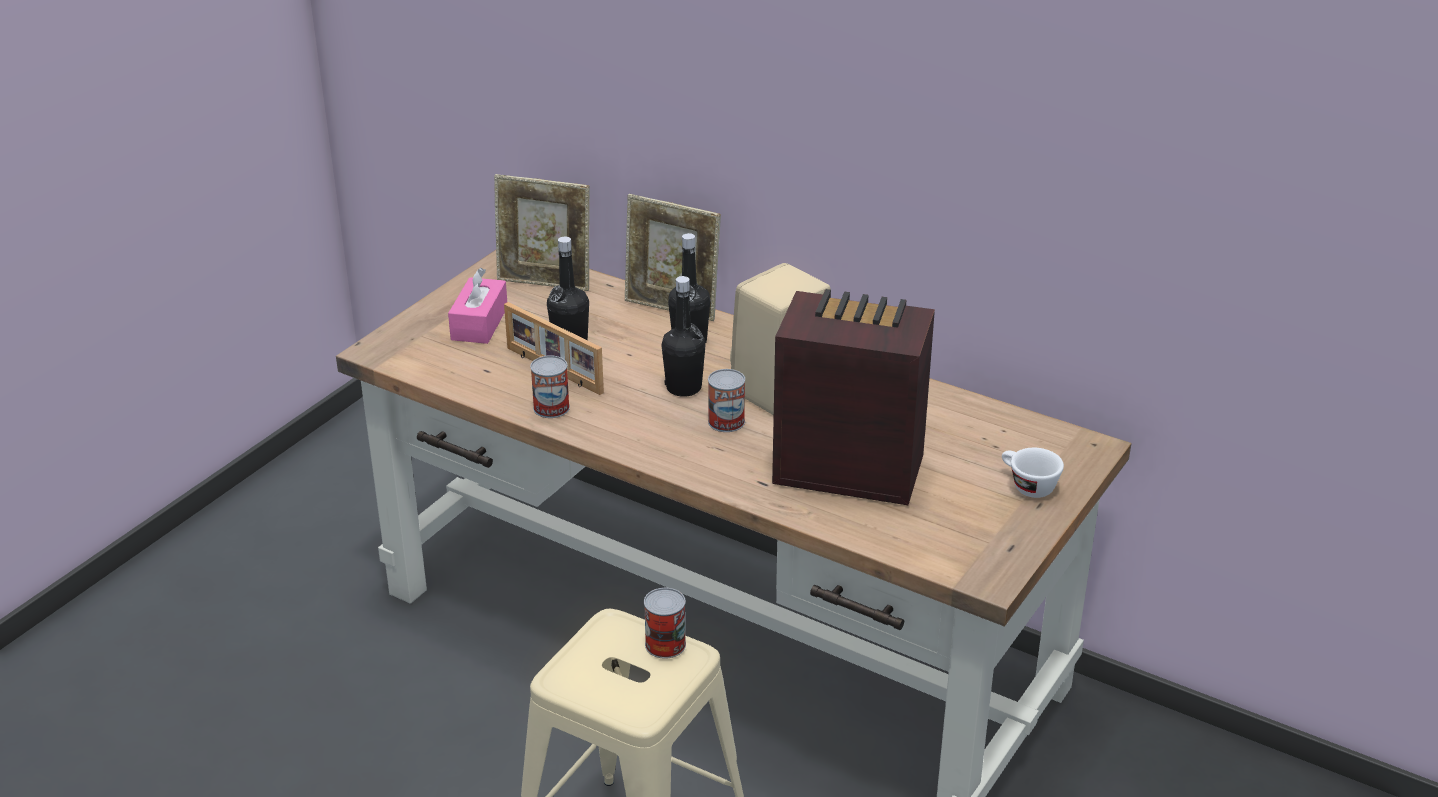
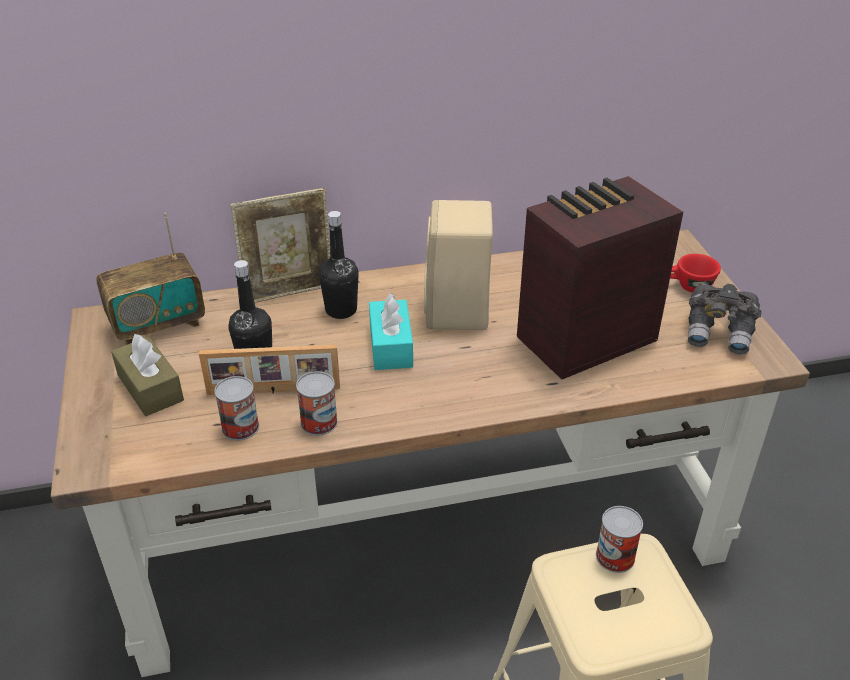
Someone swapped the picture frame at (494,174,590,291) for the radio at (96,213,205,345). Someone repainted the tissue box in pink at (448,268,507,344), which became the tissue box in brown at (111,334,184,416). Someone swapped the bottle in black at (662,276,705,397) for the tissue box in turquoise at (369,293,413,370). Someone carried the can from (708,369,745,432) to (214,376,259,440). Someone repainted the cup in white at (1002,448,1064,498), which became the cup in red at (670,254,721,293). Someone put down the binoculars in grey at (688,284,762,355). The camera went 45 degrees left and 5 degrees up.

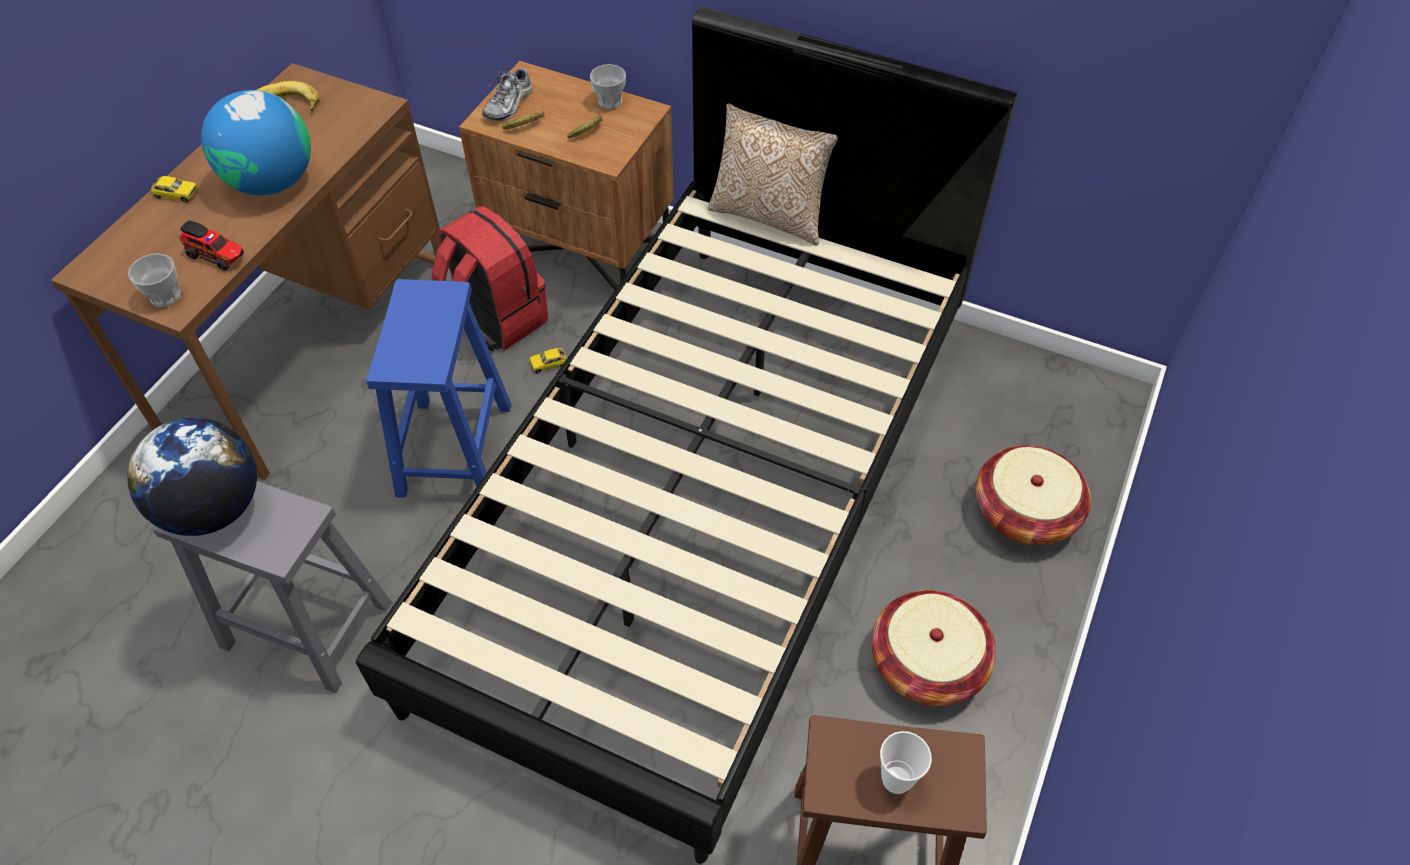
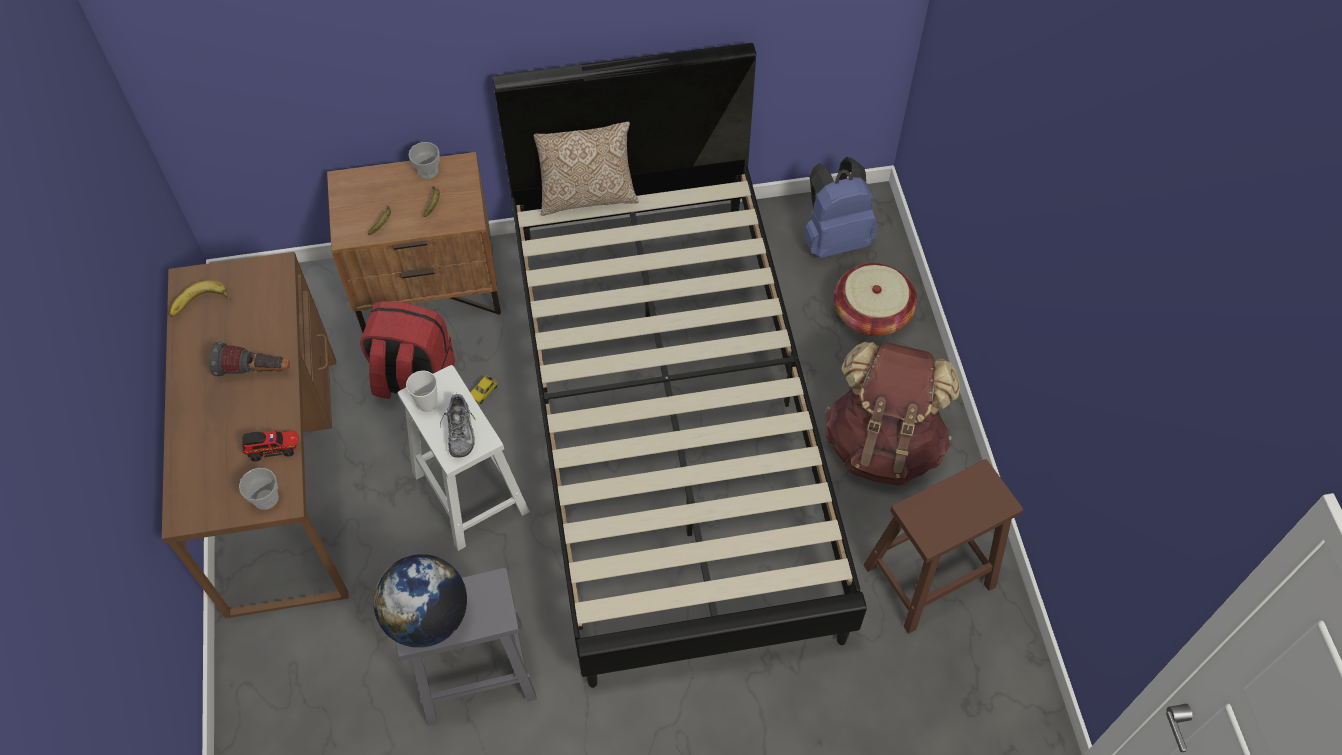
Someone carried the shoe from (482,66,532,121) to (440,394,476,458). Someone swapped the globe at (201,90,311,195) for the flashlight at (209,342,290,377). Someone took away the toy car at (151,176,198,203). Someone repainted the stool in blue at (367,279,511,498), which became the stool in white at (398,365,530,551). Someone swapped the basket at (872,590,996,706) for the backpack in brown at (824,342,960,486). Someone carried the cup from (880,731,932,794) to (406,371,437,412). Someone put down the backpack in blue at (804,156,878,259). The camera went 35 degrees left and 5 degrees up.

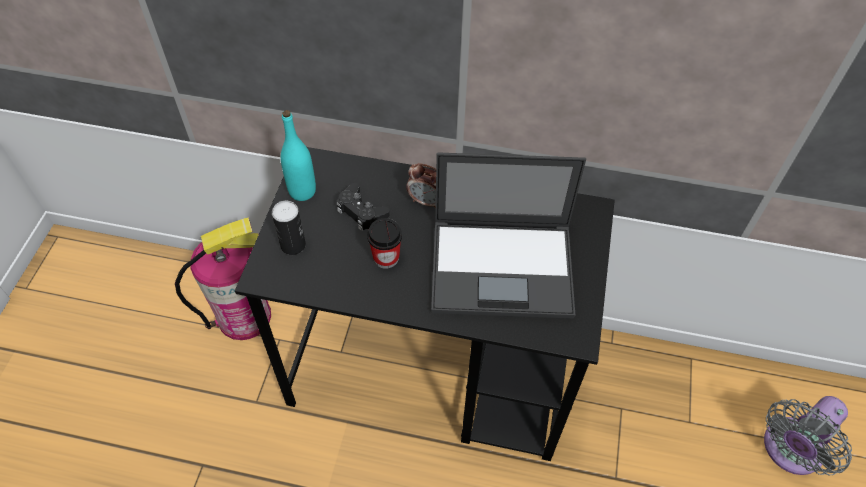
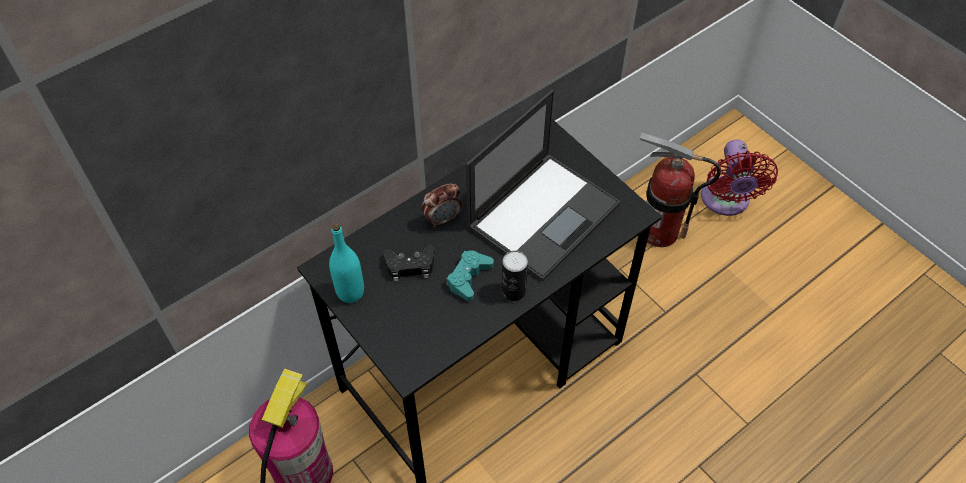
Someone carried the can from (272,201,306,255) to (502,251,528,301). Someone swapped the cup at (367,218,402,269) for the game controller in turquoise at (446,250,494,301). Someone repainted the fan in grey at (764,396,852,475), which became the fan in red at (701,139,778,216). Someone put down the fire extinguisher at (640,132,721,247). The camera went 50 degrees left and 0 degrees up.

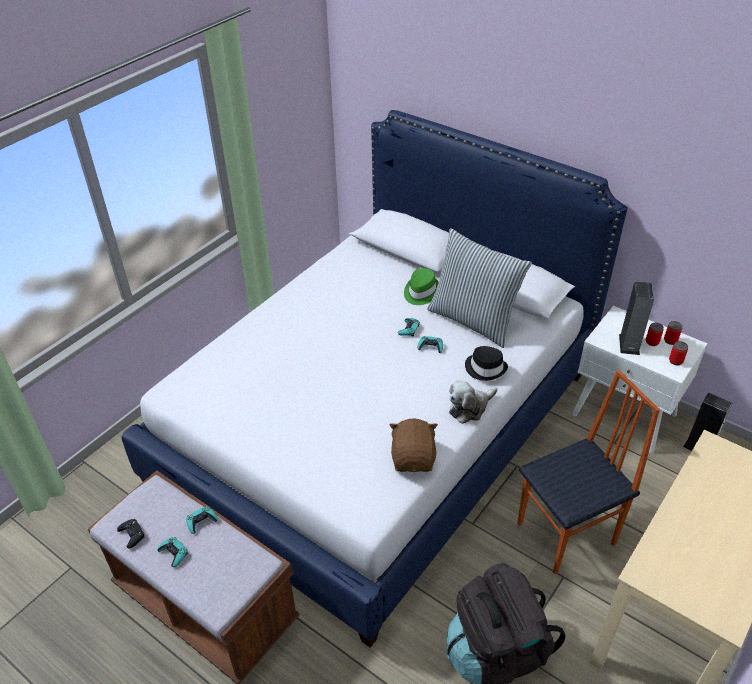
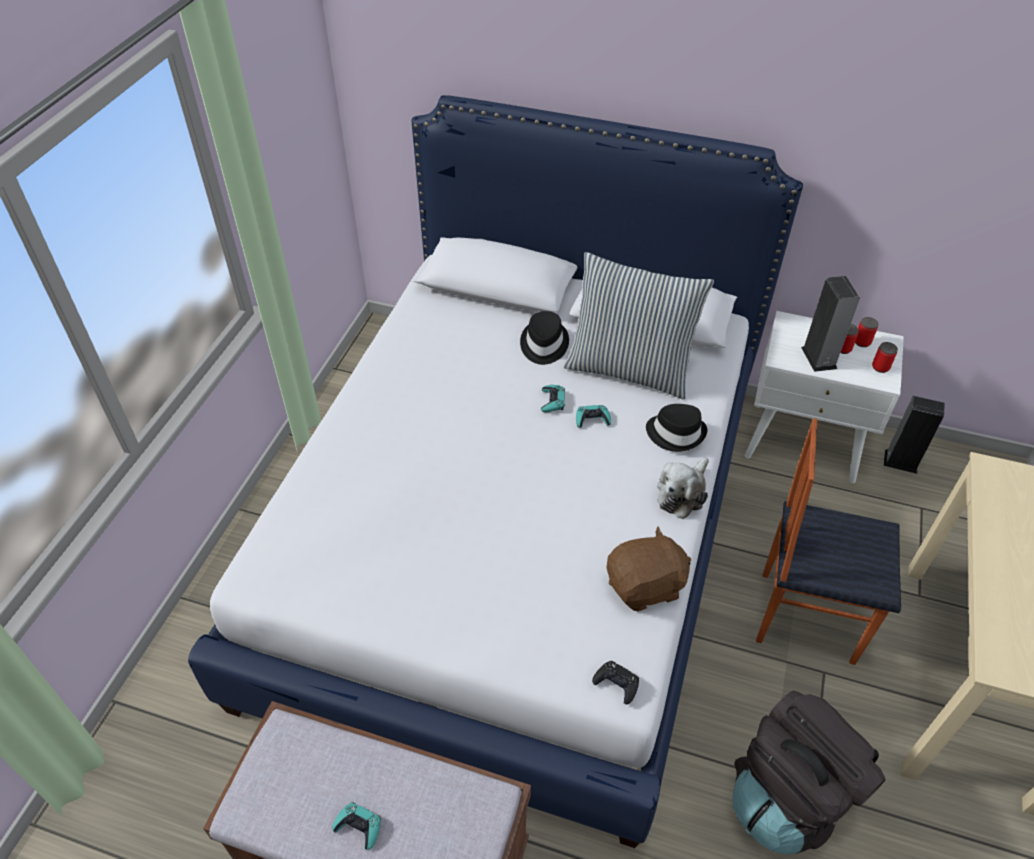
Someone repainted the hat in green at (404,268,439,305), which became the hat in black at (520,311,569,365). Someone rotated the chair at (517,370,660,574) by 120 degrees counterclockwise. Someone rotated the plush toy in brown at (389,418,438,472) by 90 degrees clockwise. Someone took away the game controller in turquoise at (186,506,218,534). Someone carried the game controller in black from (117,519,145,549) to (592,661,639,704). The camera went 20 degrees left and 5 degrees up.

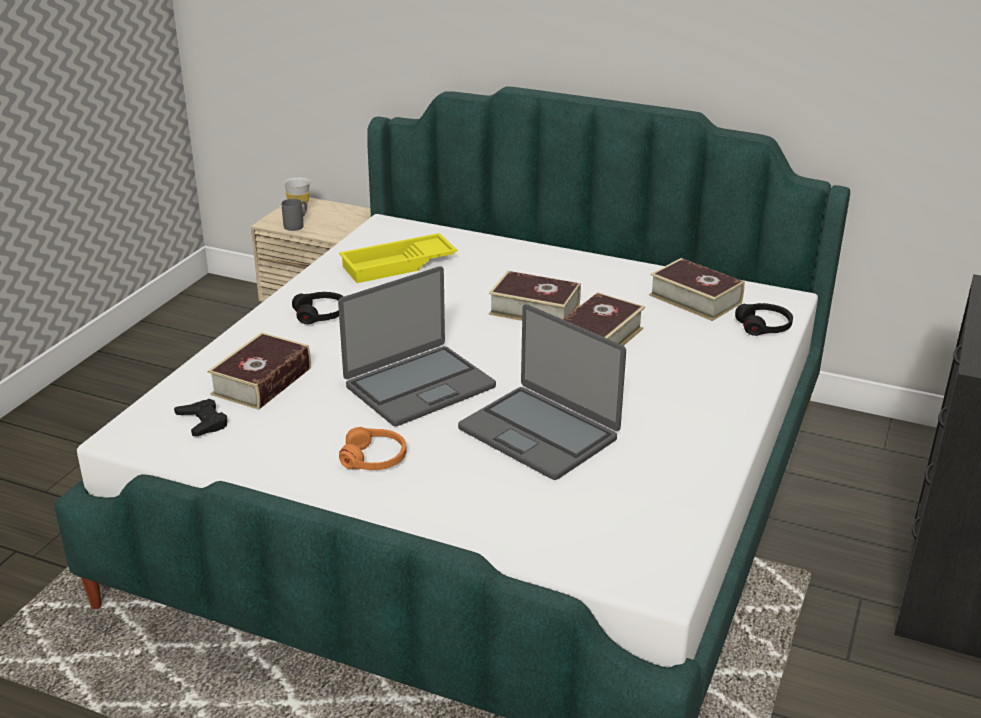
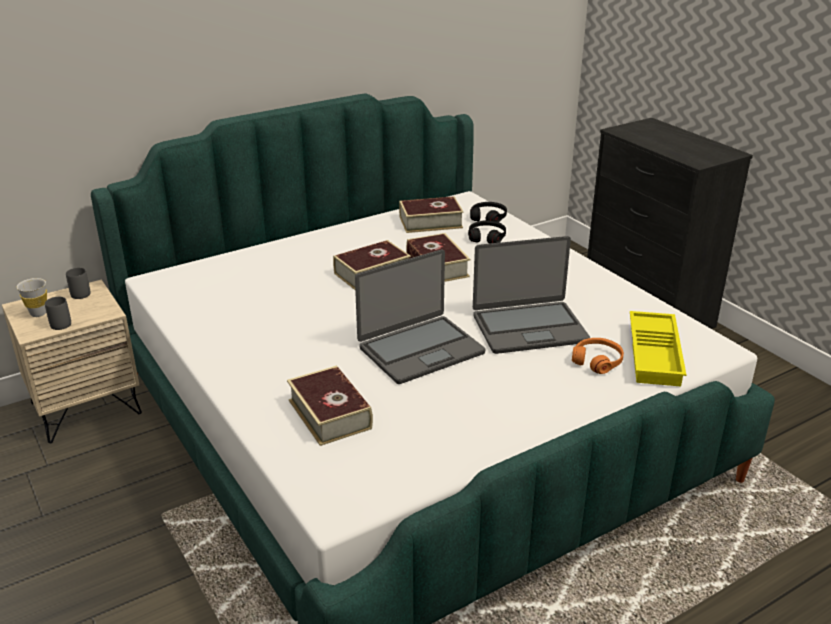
Someone carried the tray in yellow from (339,233,458,283) to (630,311,686,387). Someone rotated the laptop at (338,266,496,427) by 60 degrees clockwise. Someone carried the headphones in black from (292,292,344,324) to (468,220,506,244). Someone took away the game controller in black at (174,399,228,436). Someone carried the headphones in orange from (339,427,407,470) to (572,338,624,374). Someone put down the mug in grey at (66,268,91,299). The camera went 55 degrees left and 0 degrees up.

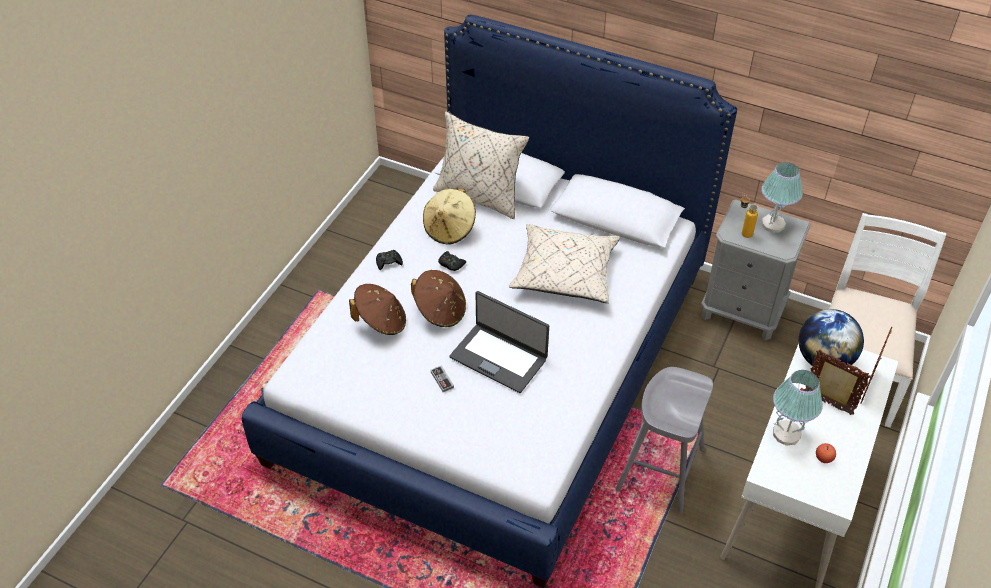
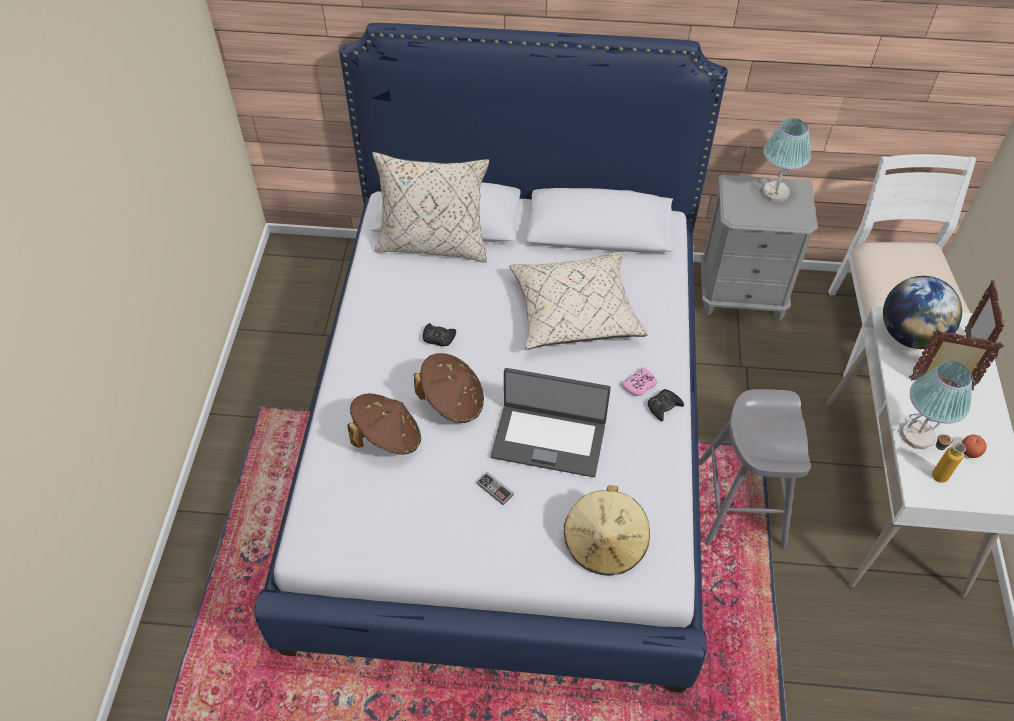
Someone carried the hat in beige from (423,188,476,245) to (564,485,650,576). Someone carried the bottle from (741,195,758,238) to (932,434,966,483). Someone carried the game controller in black from (376,250,403,270) to (648,389,684,422). Someone put down the game controller in pink at (621,368,657,396). The camera went 20 degrees left and 5 degrees up.

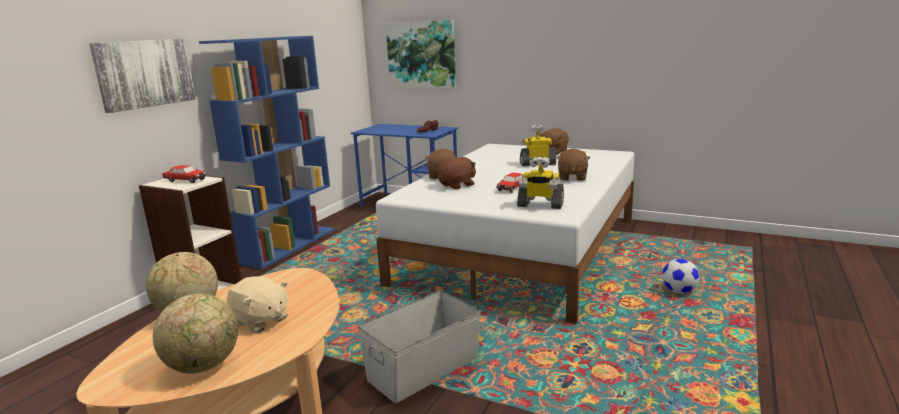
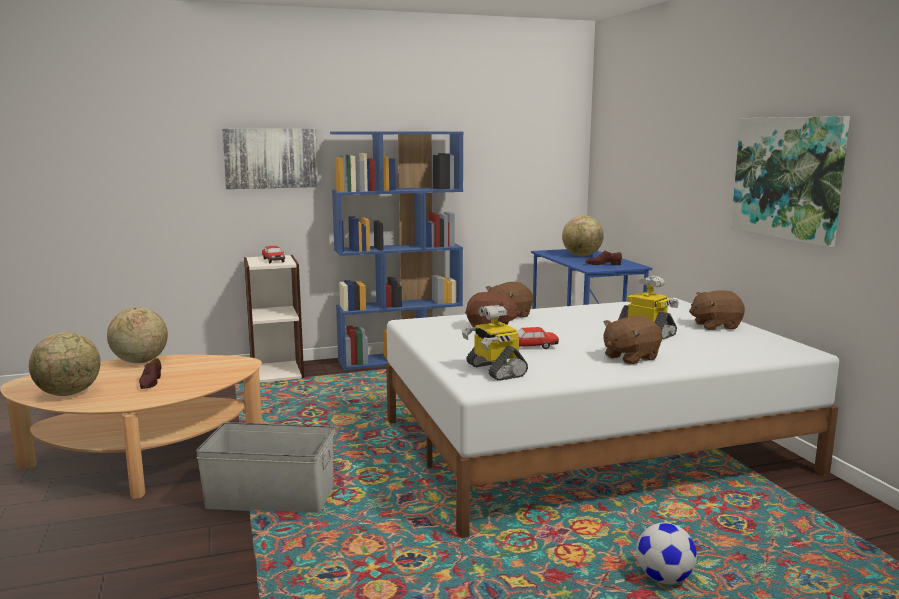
Someone carried the picture from (386,20,456,88) to (731,116,850,247). Someone swapped the plush toy in beige at (227,276,288,333) for the shoe in brown at (139,358,162,389). Someone put down the globe at (562,215,604,256). The camera went 45 degrees right and 5 degrees down.

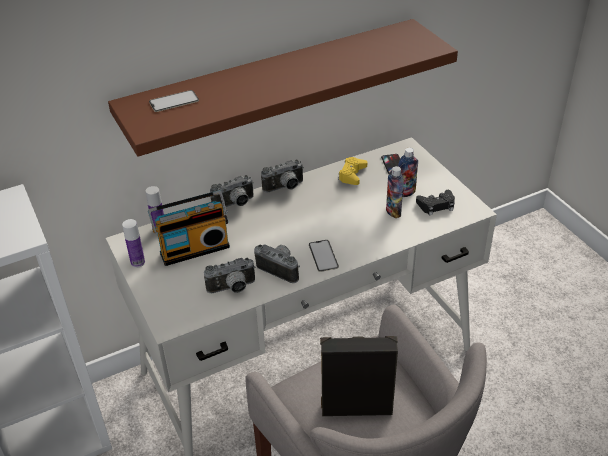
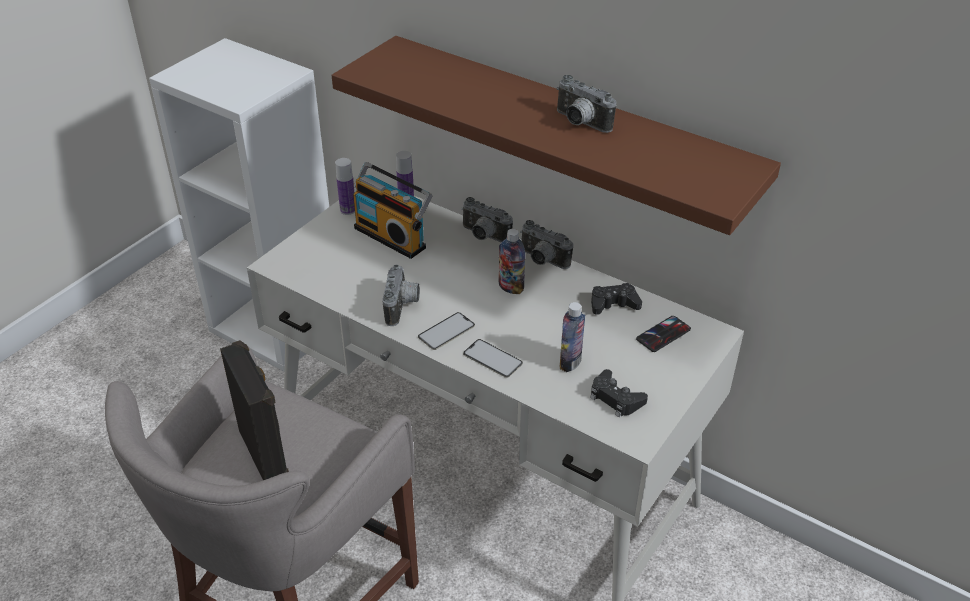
Someone carried the phone from (149,90,199,112) to (463,339,523,378). Someone carried the bottle from (398,148,418,197) to (498,229,525,294). Someone repainted the game controller in yellow at (338,157,367,185), which became the game controller in black at (591,283,642,315). Someone carried the photo camera from (204,258,255,293) to (557,75,616,133). The camera went 60 degrees right and 0 degrees up.

